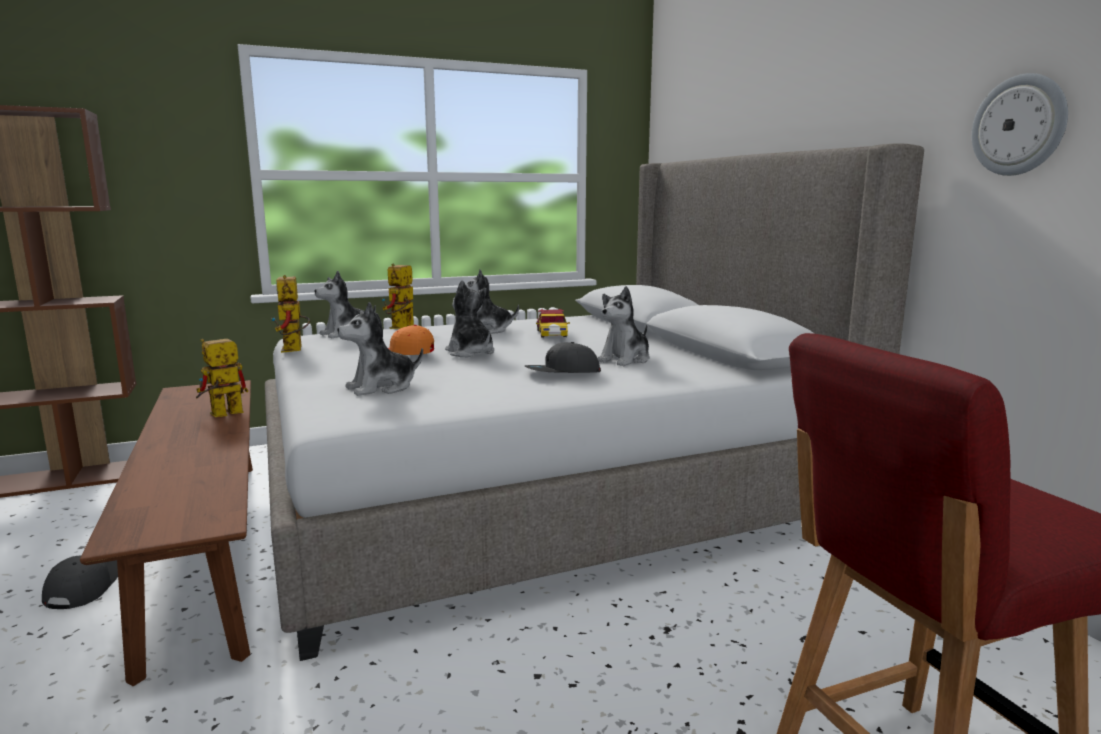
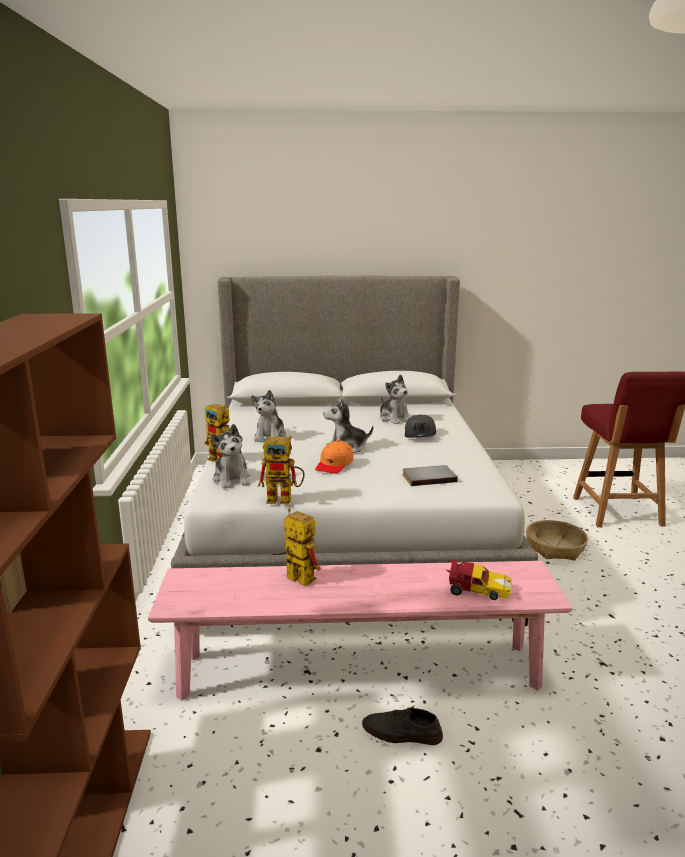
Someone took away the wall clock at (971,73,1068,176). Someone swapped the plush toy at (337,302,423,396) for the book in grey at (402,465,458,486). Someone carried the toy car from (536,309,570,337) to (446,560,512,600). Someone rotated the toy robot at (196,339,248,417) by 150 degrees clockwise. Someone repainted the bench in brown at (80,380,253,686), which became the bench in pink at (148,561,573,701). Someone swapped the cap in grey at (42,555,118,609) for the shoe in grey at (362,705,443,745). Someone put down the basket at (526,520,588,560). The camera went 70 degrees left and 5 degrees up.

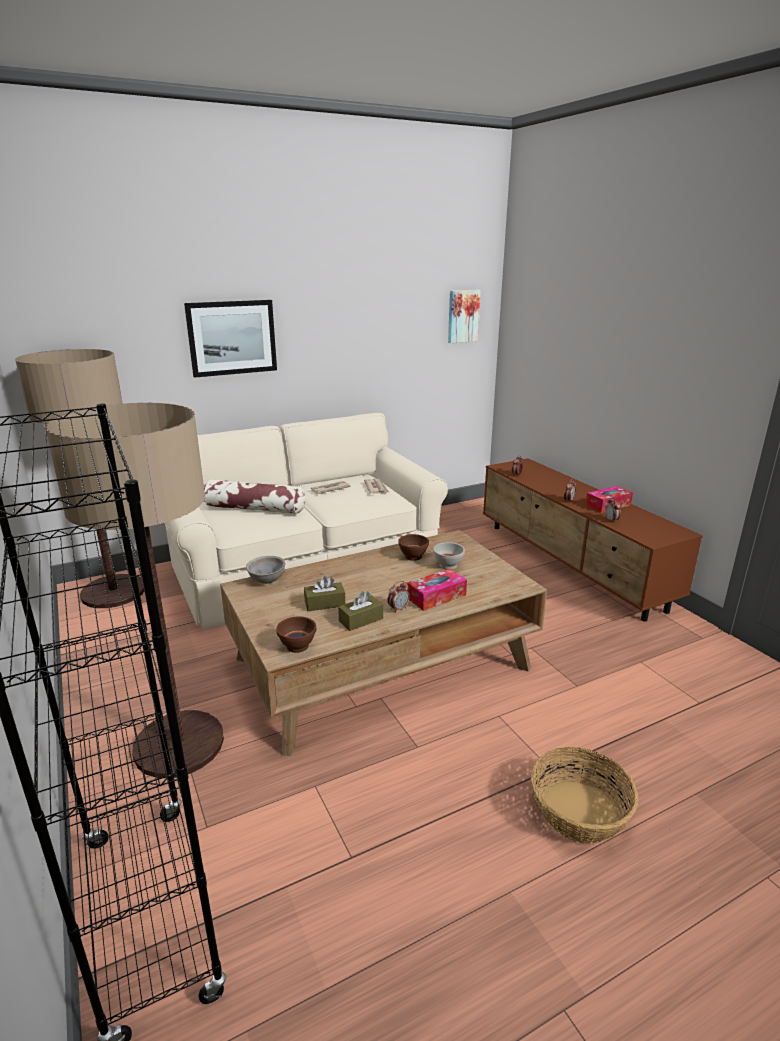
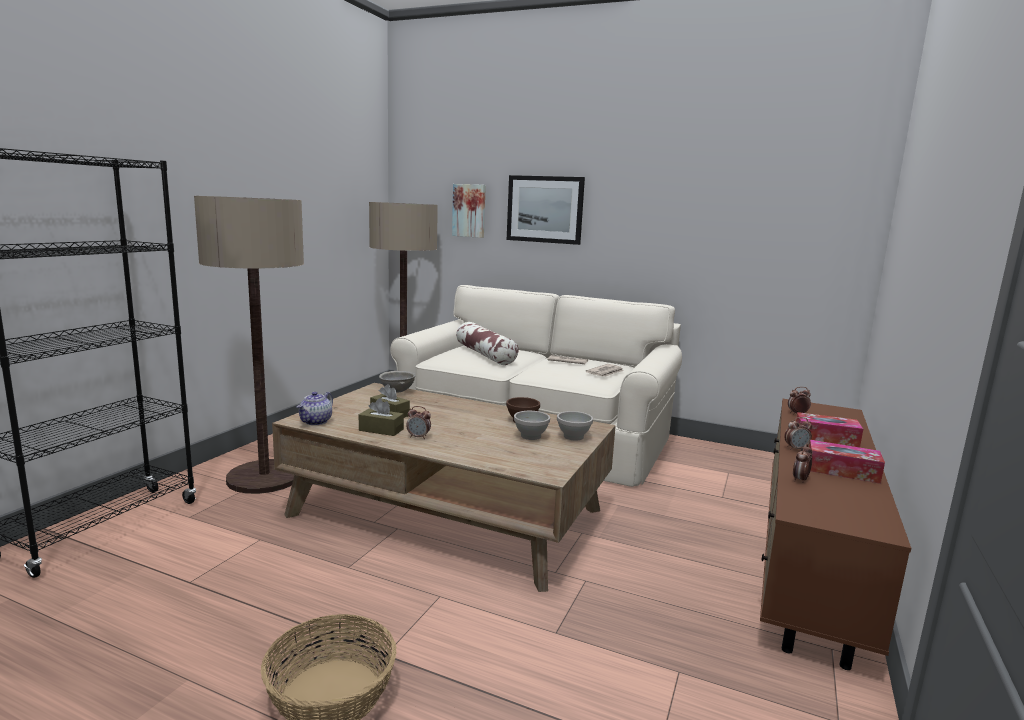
Someone carried the picture from (448,290,481,343) to (452,184,486,238). Someone carried the tissue box from (407,569,467,611) to (796,412,863,447). Someone swapped the bowl in brown at (276,616,316,653) for the teapot at (297,392,333,425). Someone put down the bowl in white at (557,411,593,440). The camera went 50 degrees right and 10 degrees down.

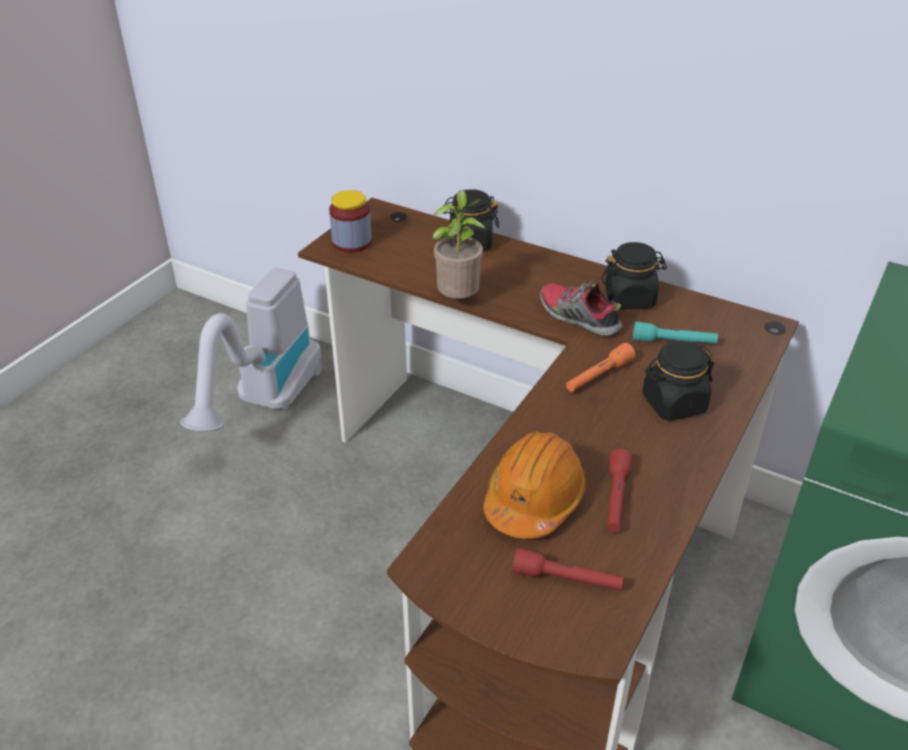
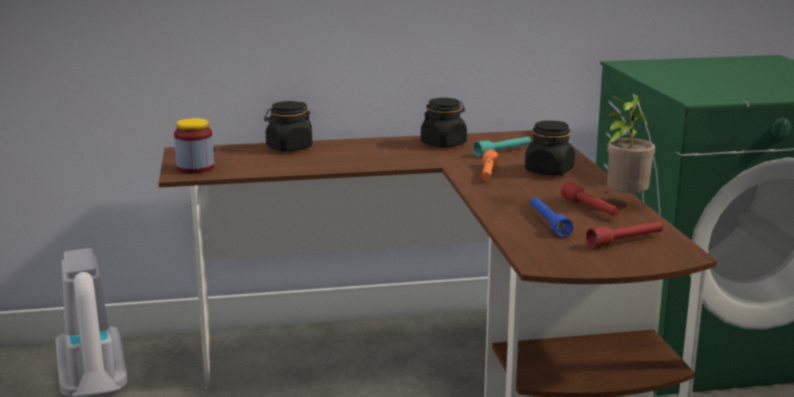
Someone carried the potted plant from (432,190,486,299) to (605,95,655,194). Someone took away the shoe at (540,279,622,336). Someone swapped the hard hat in orange at (483,432,587,539) for the flashlight in blue at (531,197,573,237). The camera went 40 degrees left and 20 degrees down.

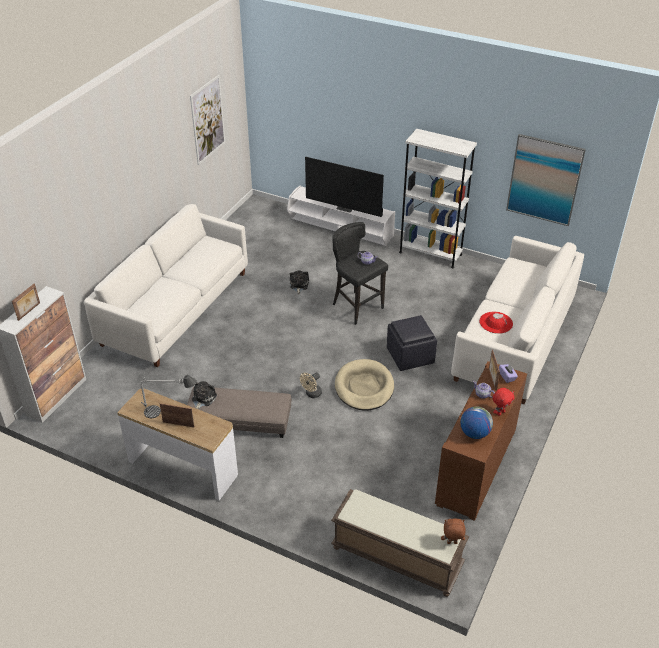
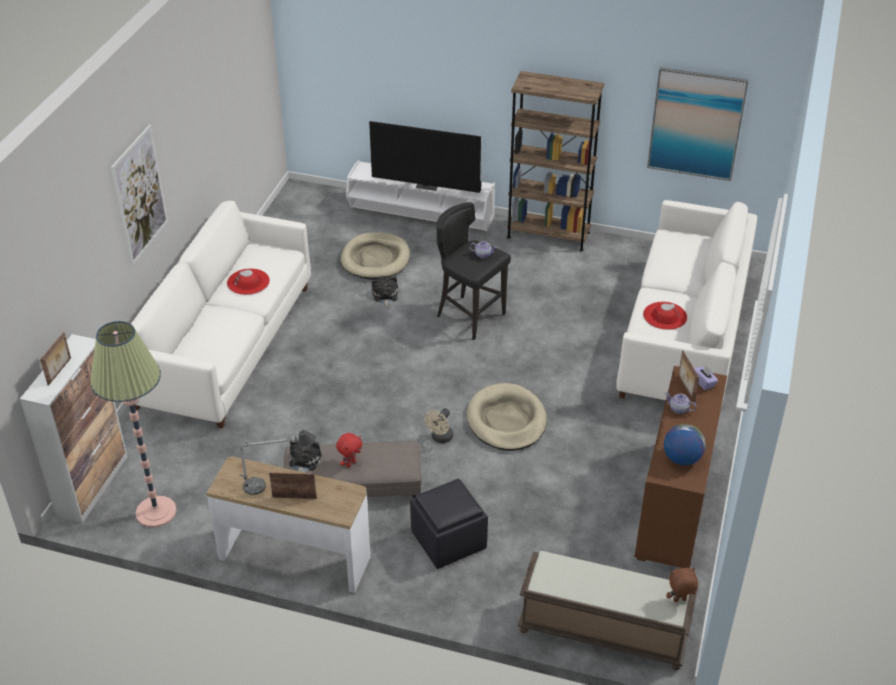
Someone carried the picture from (190,75,226,165) to (111,125,168,266). Someone repainted the bookcase in white at (399,129,477,268), which became the bookcase in brown at (507,71,604,252). Someone carried the ottoman in black from (387,315,437,371) to (410,479,488,569). Someone carried the plush toy in red from (492,388,514,416) to (336,433,363,467). Someone put down the dog bed in beige at (341,232,410,280). Someone put down the hat in red at (227,268,270,295). Someone put down the floor lamp at (90,321,177,527). The camera went 10 degrees left and 0 degrees up.

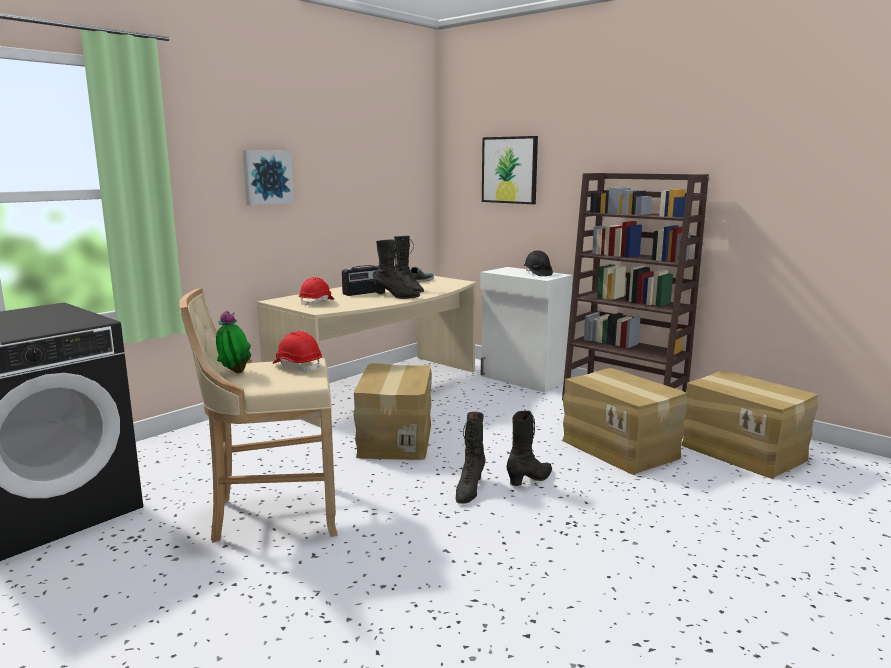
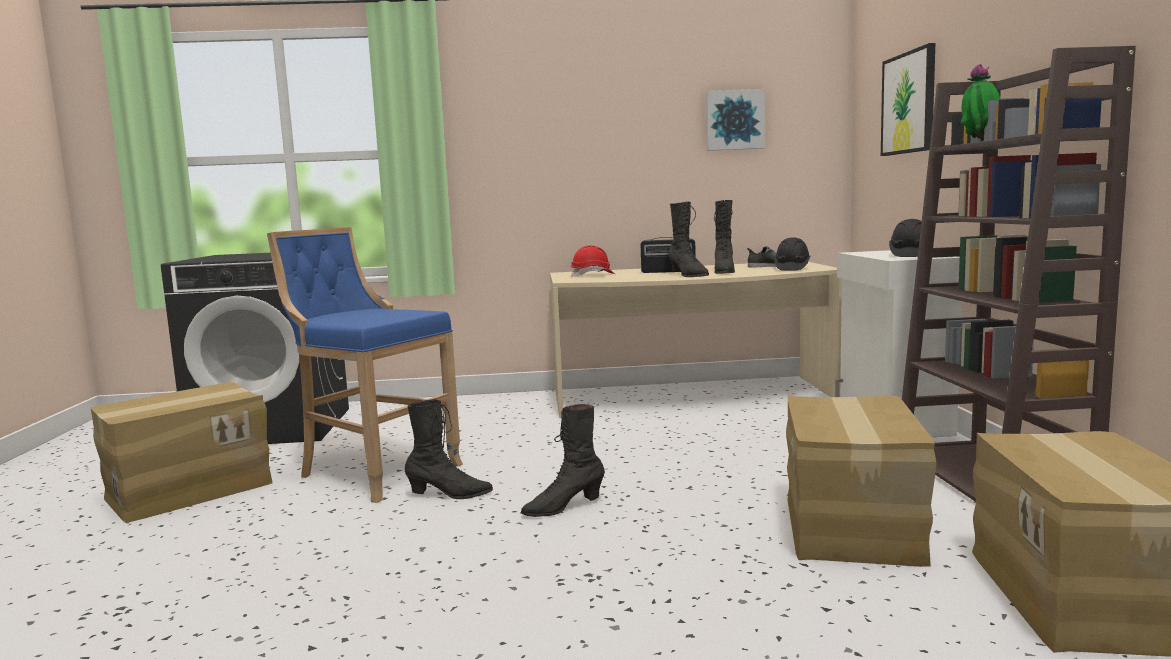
Someone carried the picture from (243,150,294,205) to (706,89,765,151). Someone repainted the stool in beige at (179,288,338,542), which became the stool in blue at (267,227,463,503). Someone carried the potted plant from (216,311,251,373) to (961,64,1001,141). Someone took away the hard hat in red at (273,331,322,371). Someone carried the cardboard box from (353,363,432,460) to (91,382,273,523). Someone carried the boot in black from (507,411,552,486) to (405,399,493,499). Someone put down the hard hat in black at (774,237,811,271). The camera went 45 degrees right and 5 degrees down.

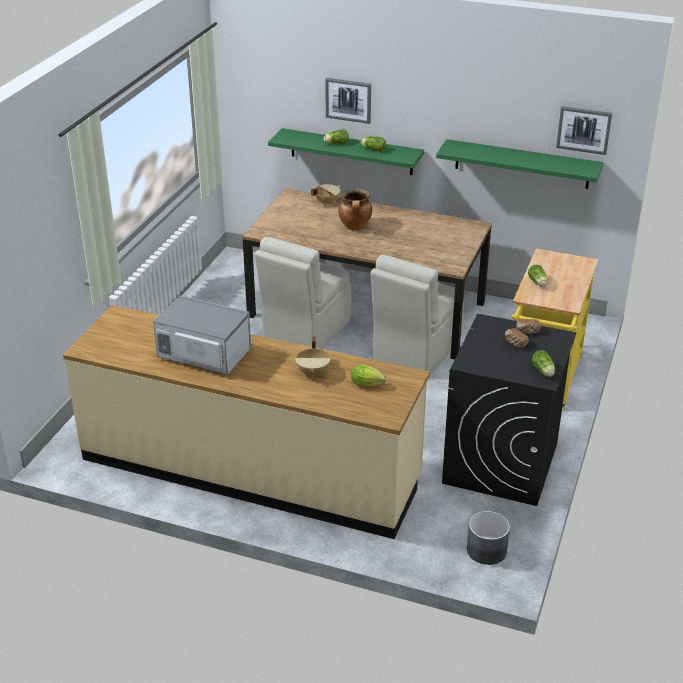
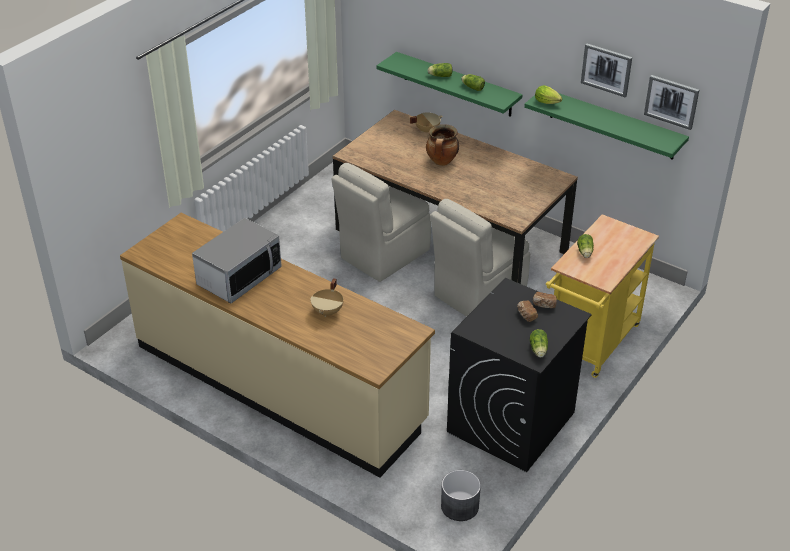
Someone carried the picture from (325,78,371,124) to (581,43,632,97). Someone rotated the microwave at (153,295,251,375) by 90 degrees clockwise. Someone carried the lettuce from (351,364,386,386) to (535,85,562,104). The camera went 15 degrees right and 5 degrees up.

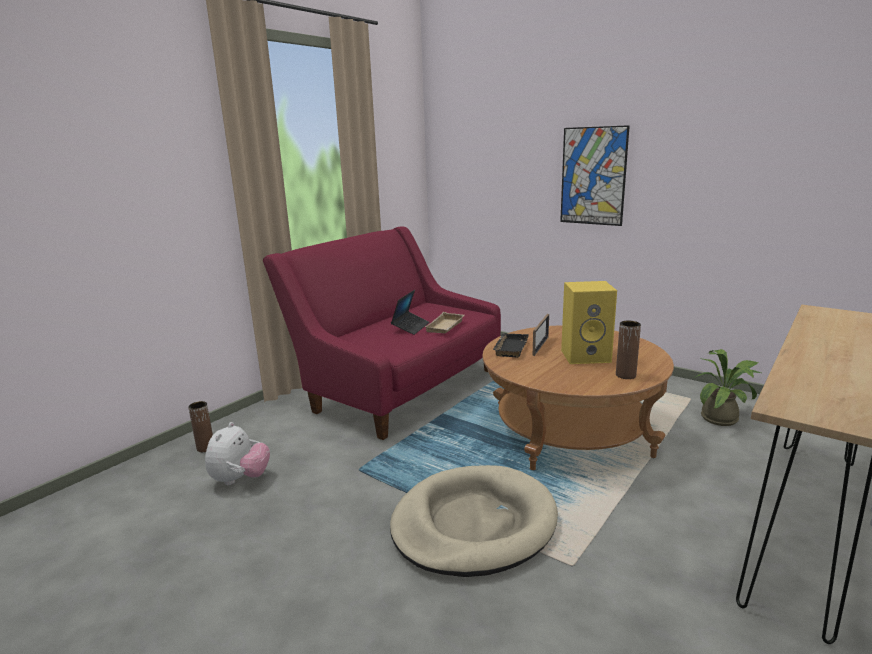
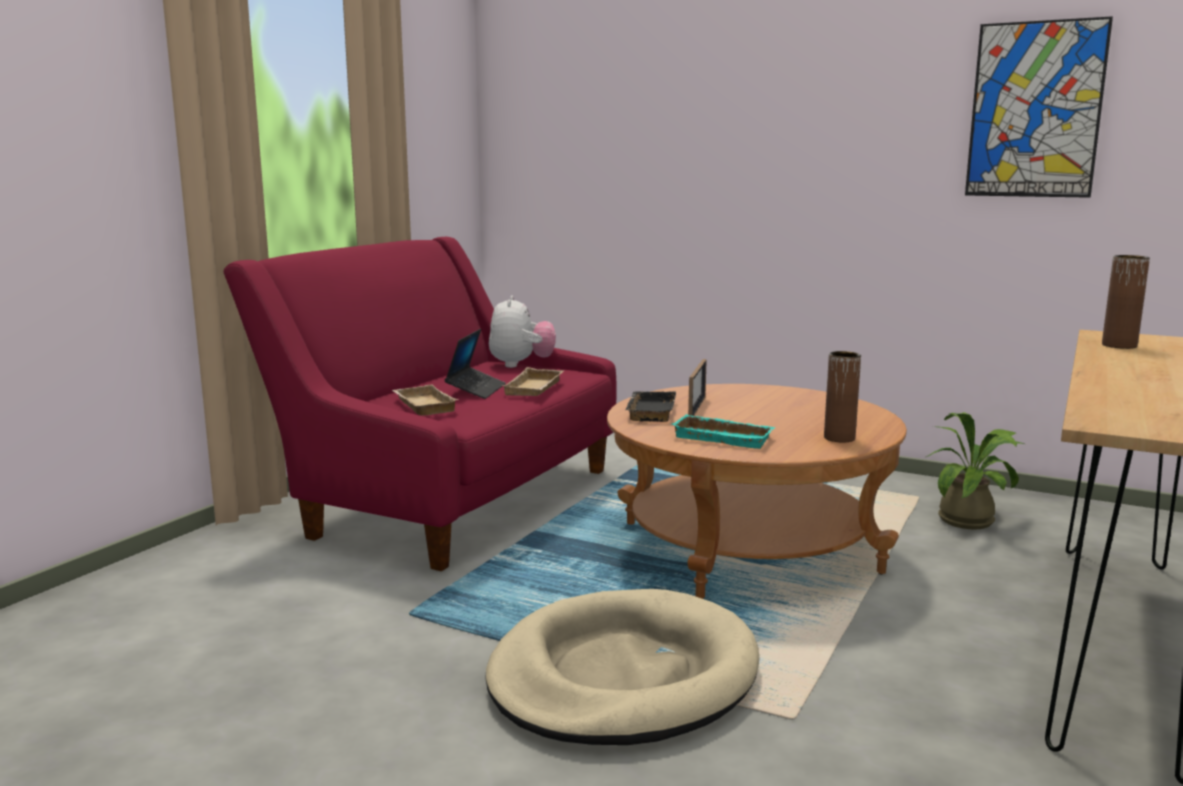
Someone carried the picture from (560,125,630,226) to (965,16,1113,198). Someone took away the speaker in yellow at (561,281,617,364). Someone carried the vase in brown from (188,401,213,452) to (1102,255,1150,349). Someone carried the plush toy from (205,422,270,485) to (489,295,556,368). Someone put down the tray in beige at (392,385,459,416). Someone put down the tray in turquoise at (671,414,776,449). The camera went 10 degrees left and 5 degrees down.

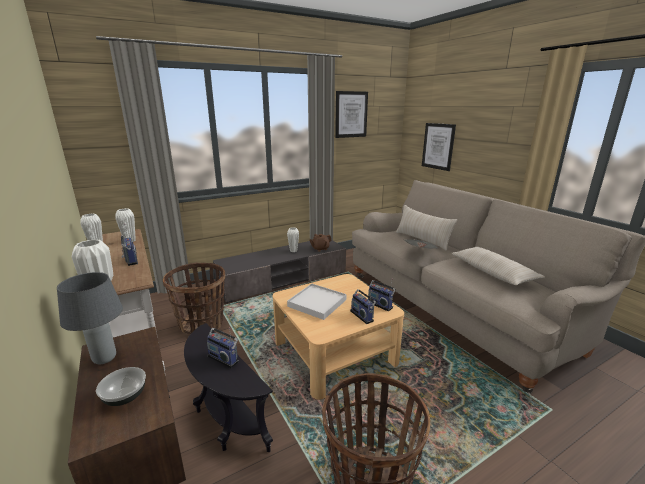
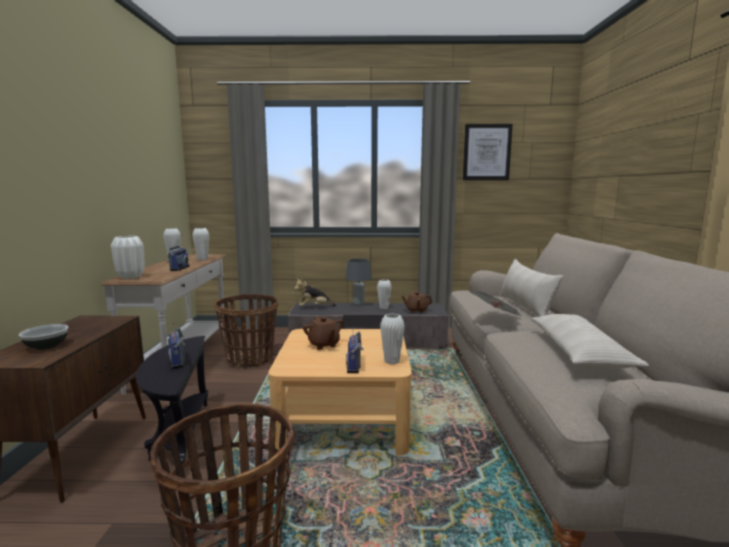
Someone took away the picture at (422,123,456,171). Someone carried the table lamp in grey from (57,272,123,364) to (345,258,372,306). Someone swapped the radio at (368,279,396,312) for the vase in white at (380,314,405,365). Someone swapped the tray in white at (287,284,346,320) for the teapot in brown at (303,316,344,350). Someone put down the plush toy at (294,278,336,306). The camera went 30 degrees right and 10 degrees down.

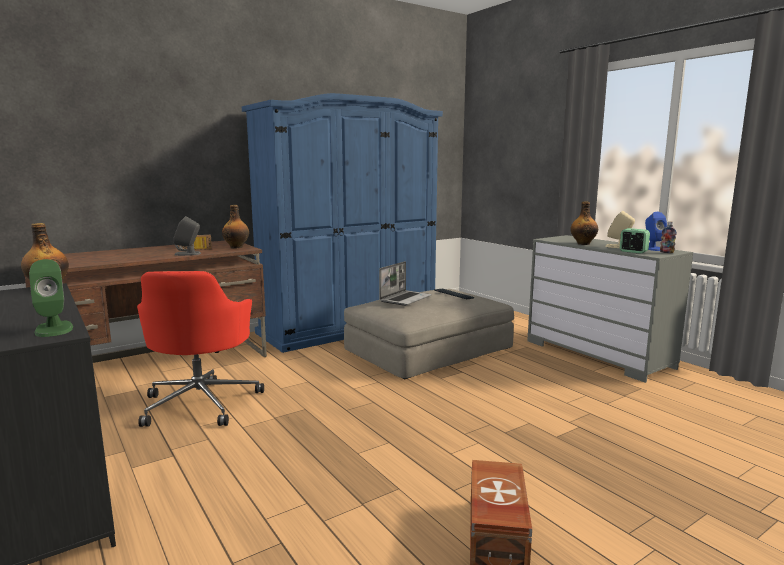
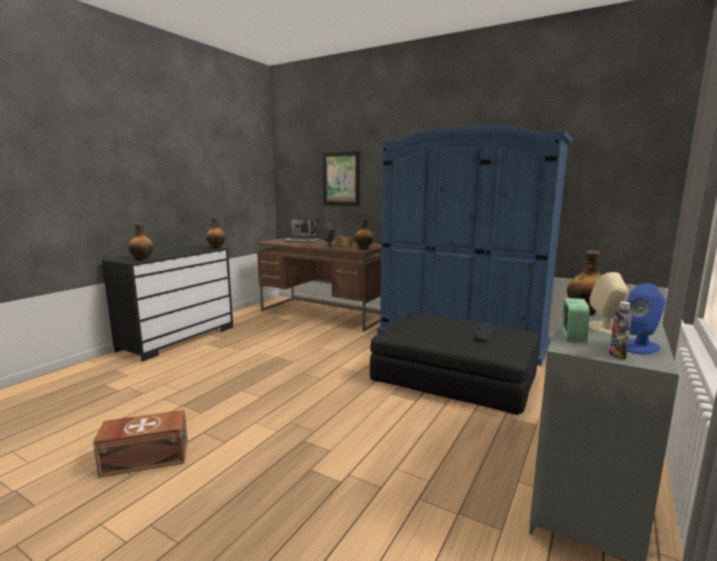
Someone swapped the speaker in green at (29,259,73,337) for the bottle at (128,223,154,261). Someone carried the laptop from (379,261,432,306) to (284,218,319,242). Someone took away the office chair in red at (137,271,264,427). Someone repainted the ottoman in beige at (344,289,514,379), which became the ottoman in black at (370,314,539,415). Someone put up the picture at (322,151,360,206). The camera went 65 degrees right and 0 degrees up.

